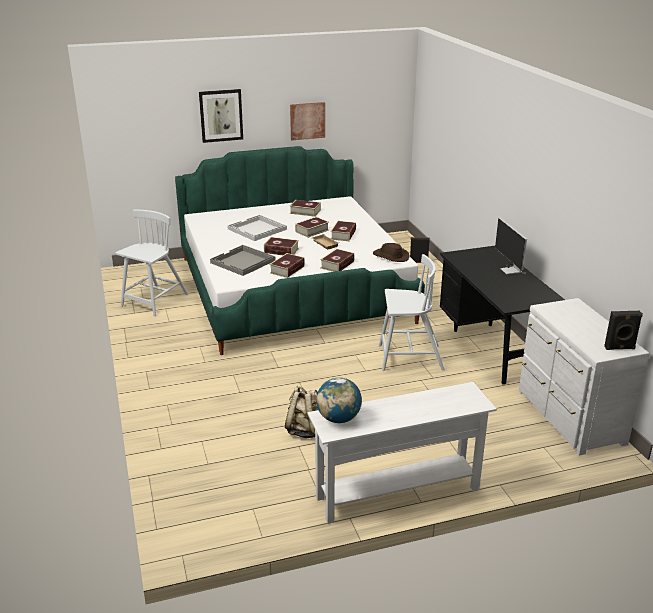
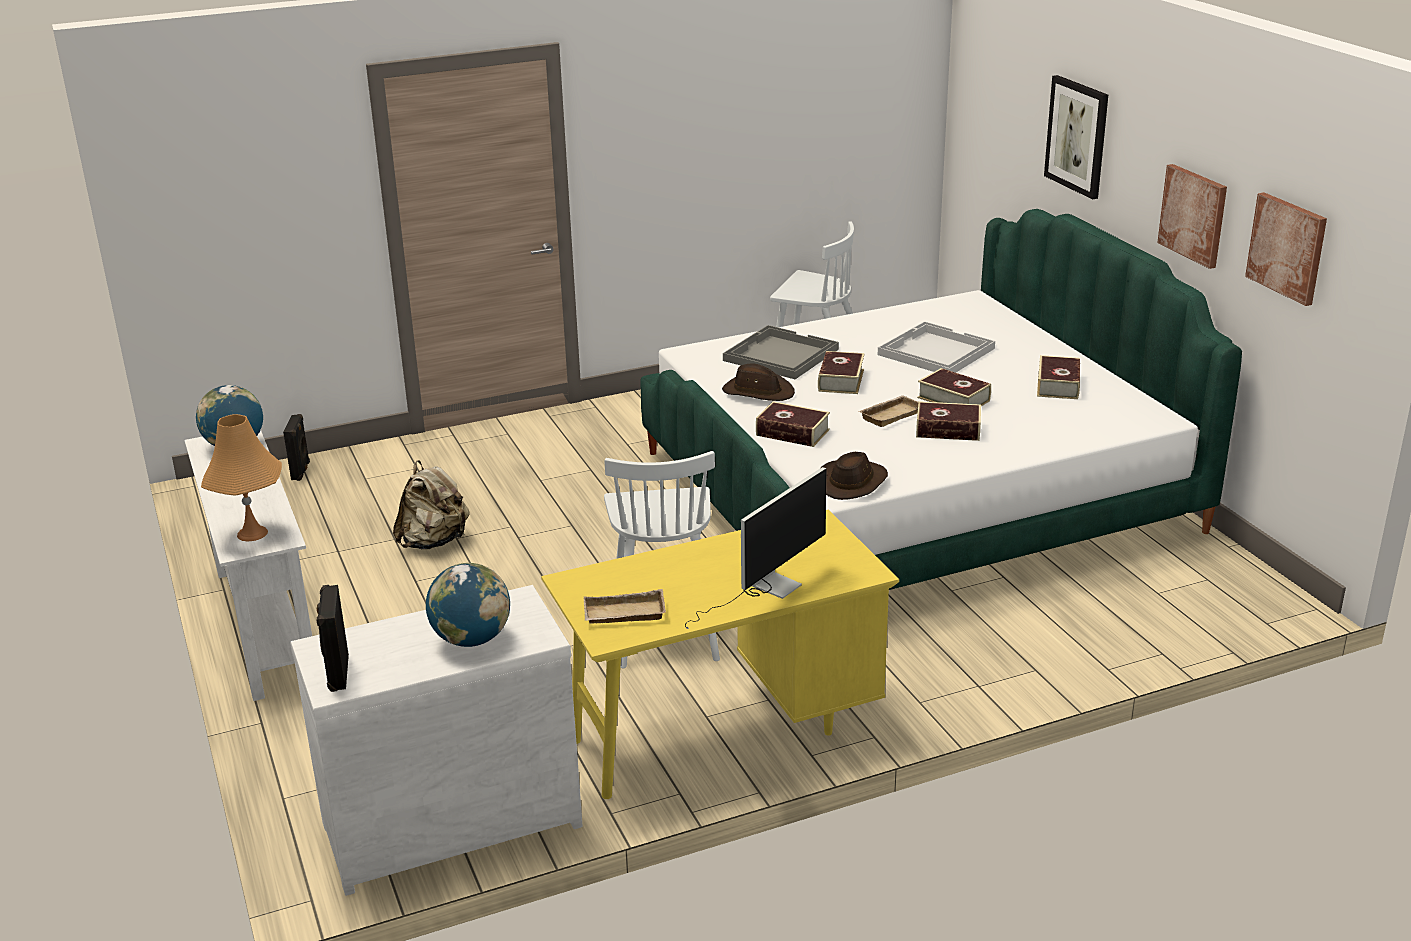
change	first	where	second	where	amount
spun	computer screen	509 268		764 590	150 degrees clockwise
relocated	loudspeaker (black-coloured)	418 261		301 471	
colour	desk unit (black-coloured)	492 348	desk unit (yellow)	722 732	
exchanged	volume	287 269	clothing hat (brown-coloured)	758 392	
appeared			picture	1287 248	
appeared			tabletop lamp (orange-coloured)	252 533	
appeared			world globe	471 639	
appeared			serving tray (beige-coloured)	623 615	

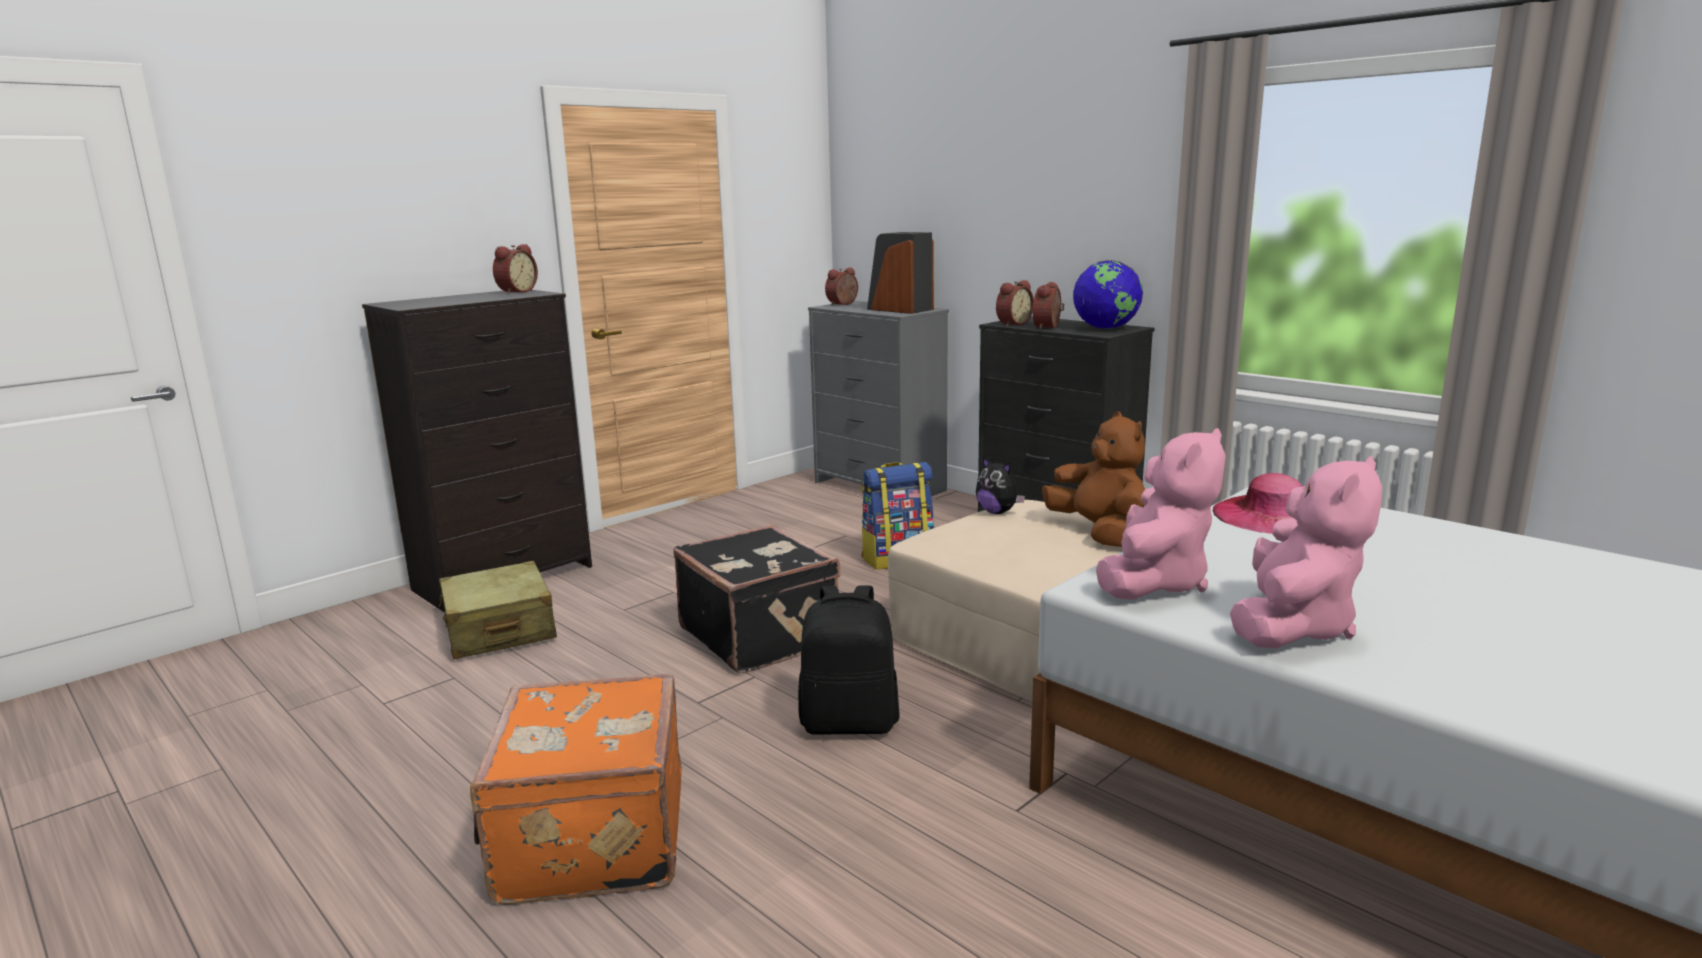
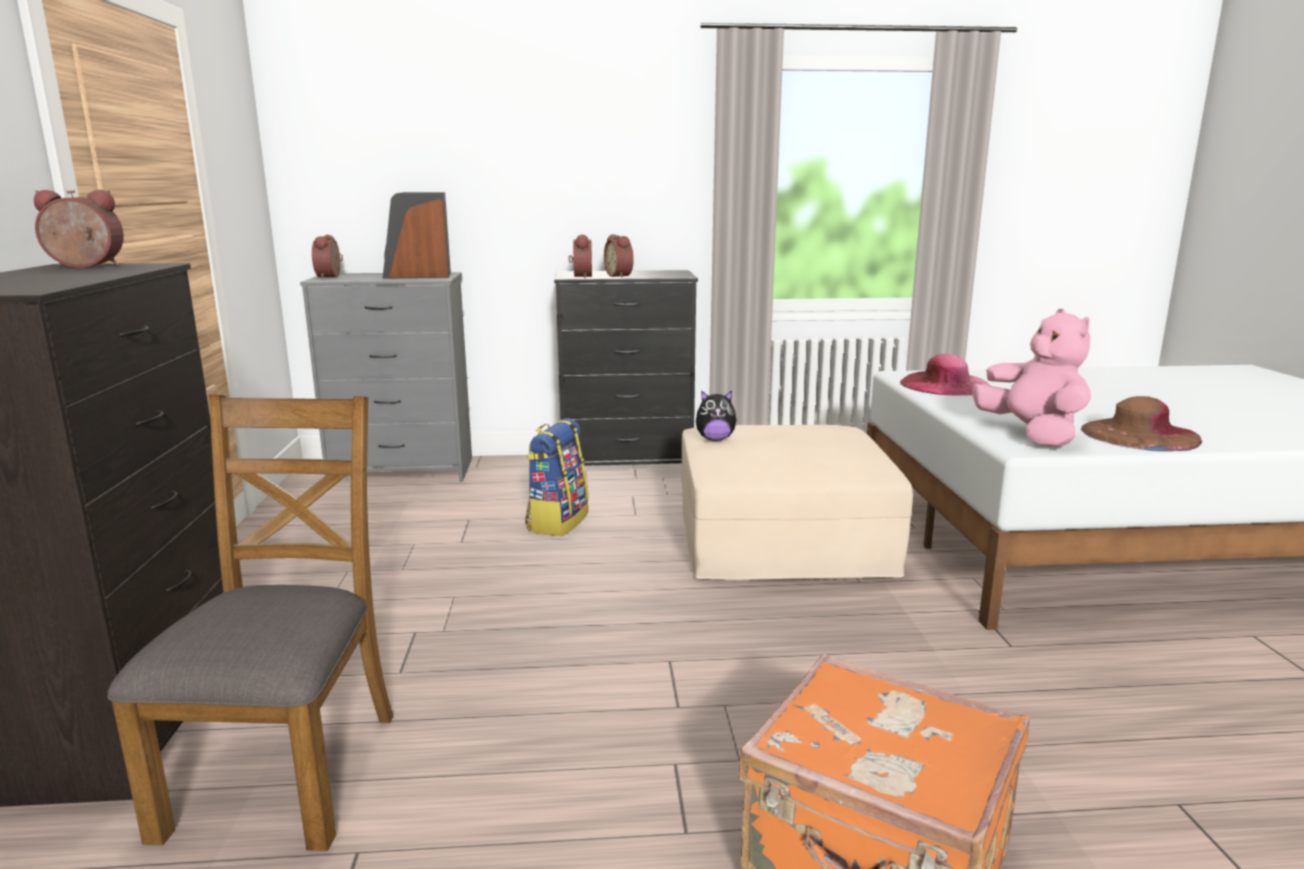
change	first	where	second	where	amount
spun	table clock	515 292		85 266	75 degrees counterclockwise
missing	world globe	1106 328			
missing	cuddly toy (brown-coloured)	1098 533			
exchanged	cuddly toy (pink)	1292 627	clothing hat (brown-coloured)	1139 435	
missing	travel case (black-coloured)	760 635			
exchanged	travel case (beige-coloured)	499 630	plain chair (brown-coloured)	286 771	
missing	rucksack (black-coloured)	849 722			

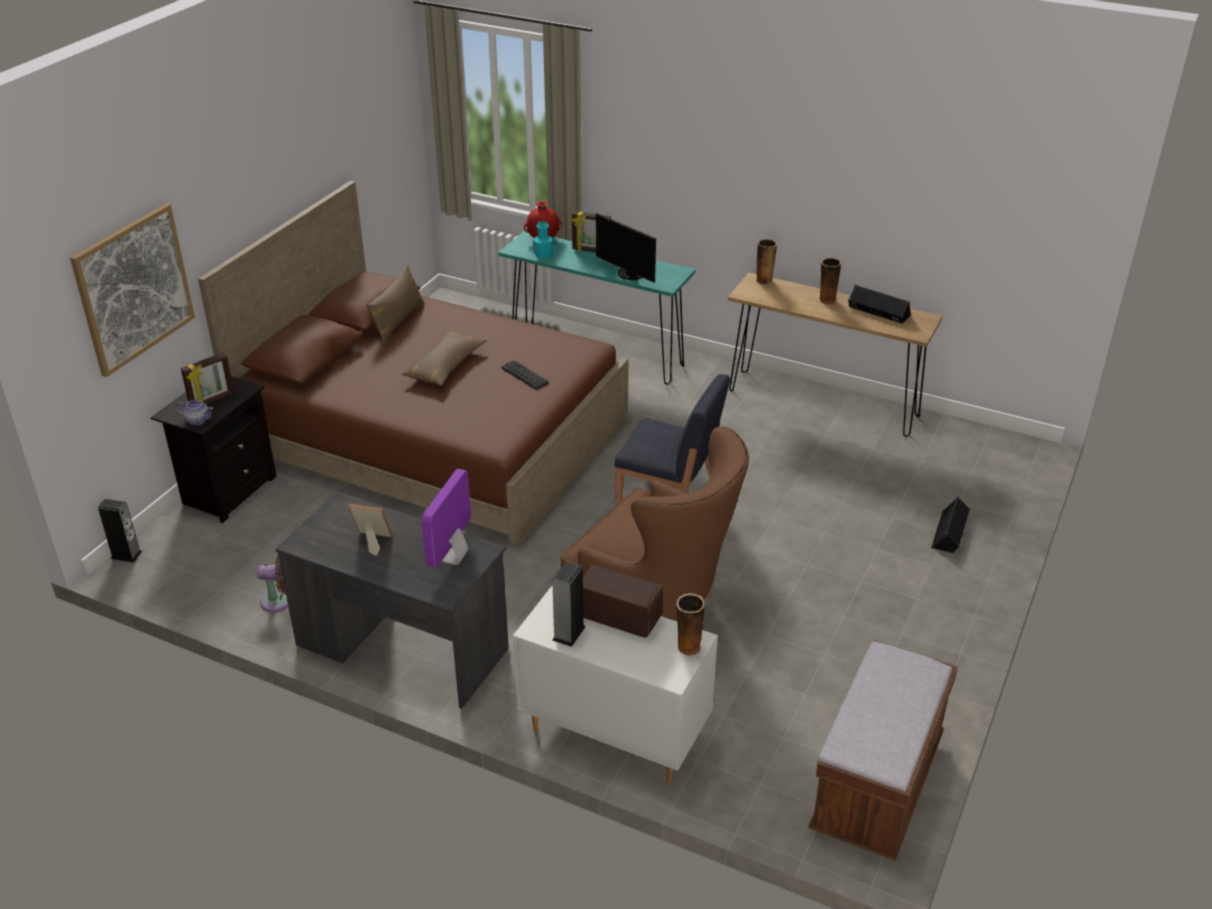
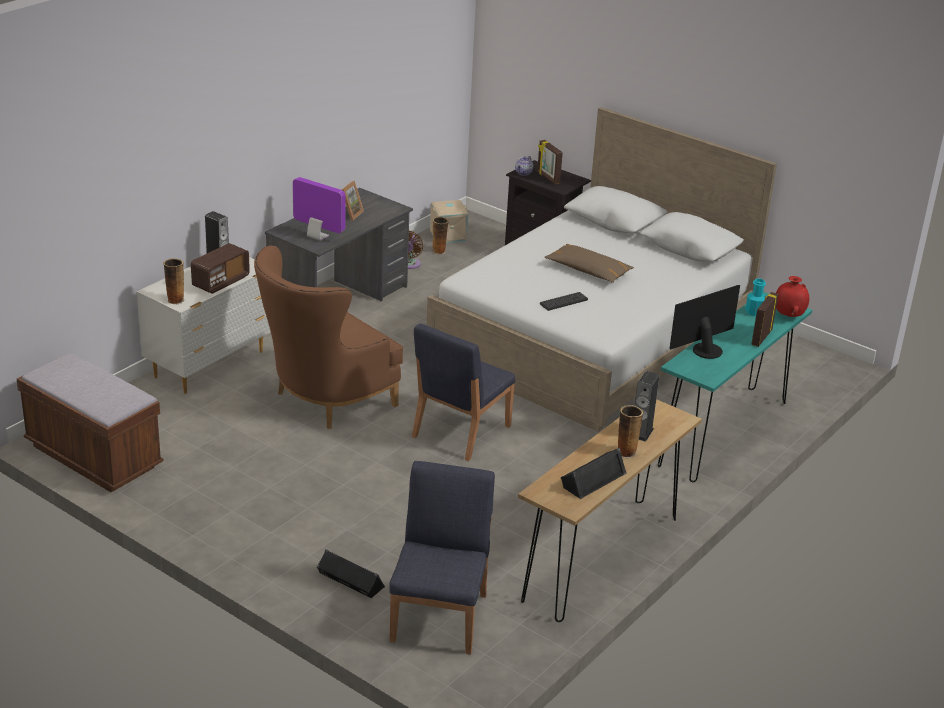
change	first	where	second	where	amount
colour	sleeping bed (brown-coloured)	435 436	sleeping bed (white-coloured)	594 336	
missing	picture	134 288			
relocated	vase	764 281		439 251	
missing	cushion (brown-coloured)	397 322			
relocated	loudspeaker	126 555		641 432	
appeared			storage box (beige-coloured)	448 235	
appeared			plain chair (blue)	440 616	

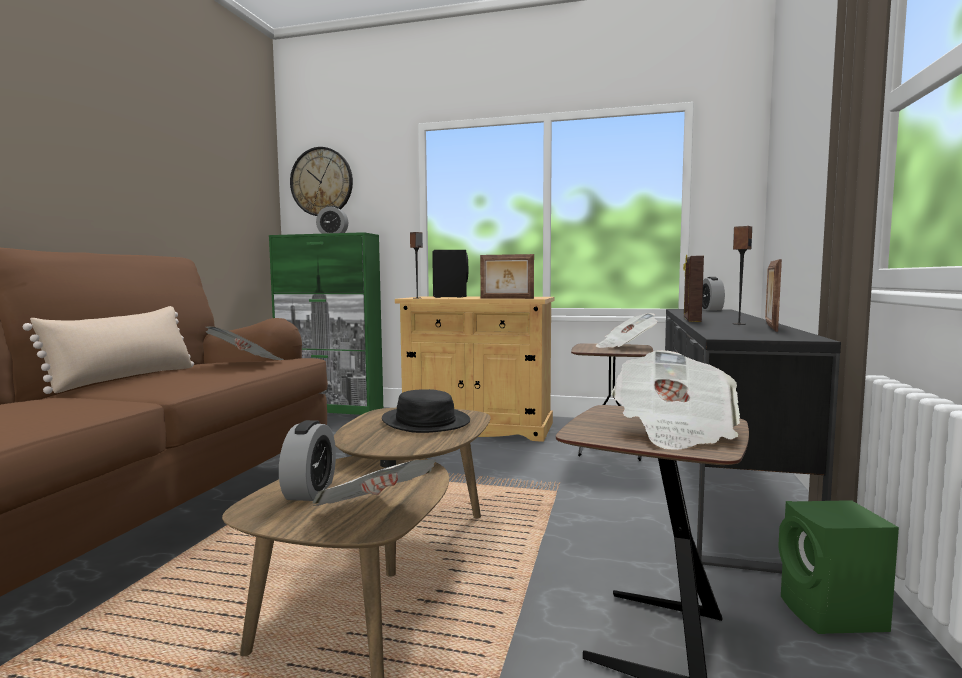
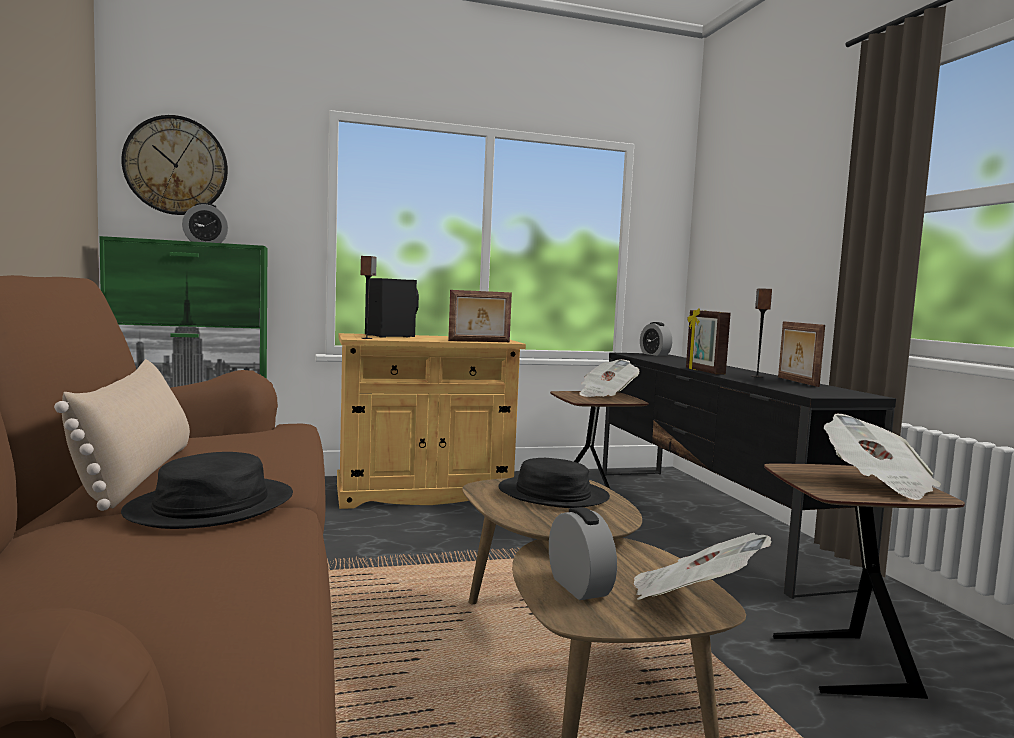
change	first	where	second	where	amount
missing	daily paper	246 363			
missing	loudspeaker (greenish)	833 616			
appeared			clothing hat (black-coloured)	211 505	

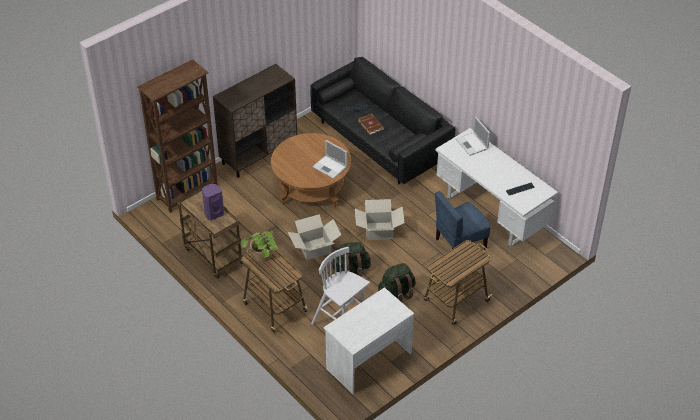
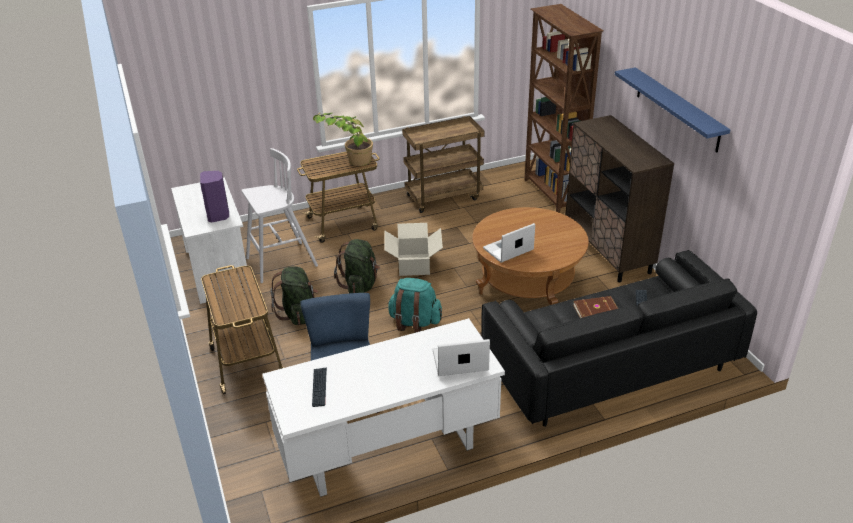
change	first	where	second	where	amount
relocated	loudspeaker (purple)	213 213		218 216	
exchanged	packing box	379 231	rucksack (turquoise-coloured)	414 322	
appeared			shelf (blue)	677 109	

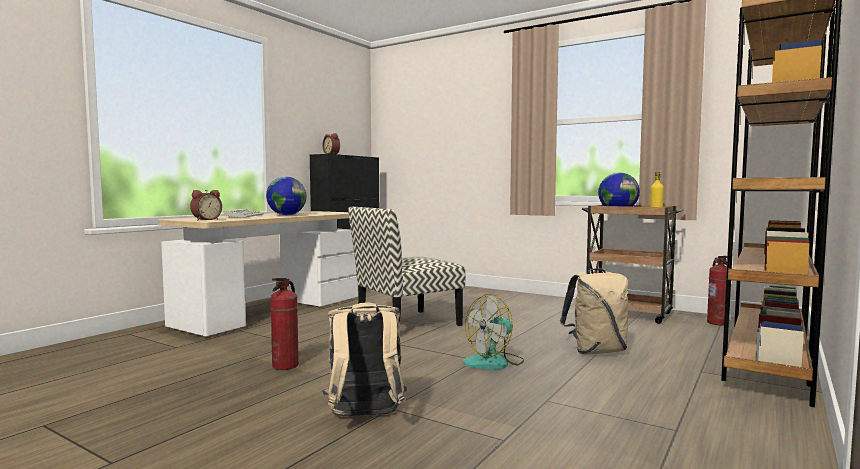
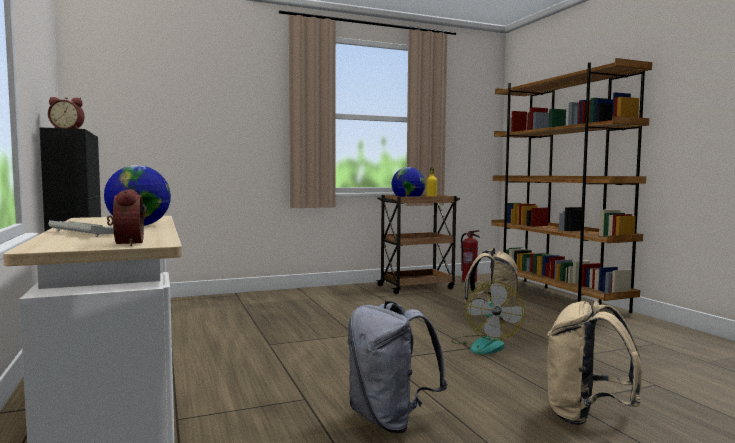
change	first	where	second	where	amount
missing	plain chair	406 324			
exchanged	fire extinguisher	285 366	rucksack (greyish)	390 420	

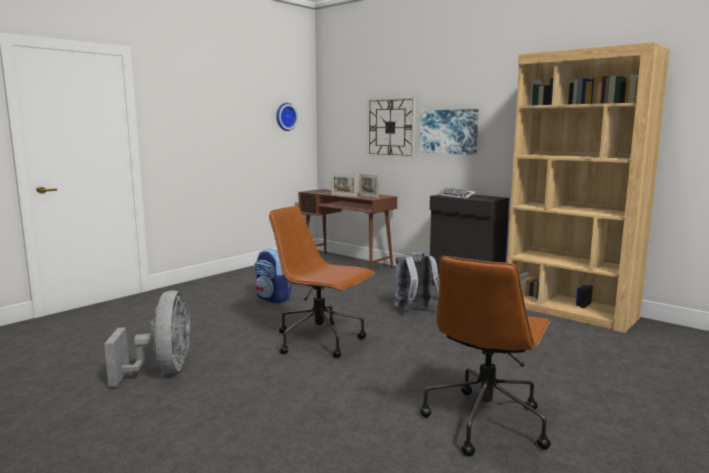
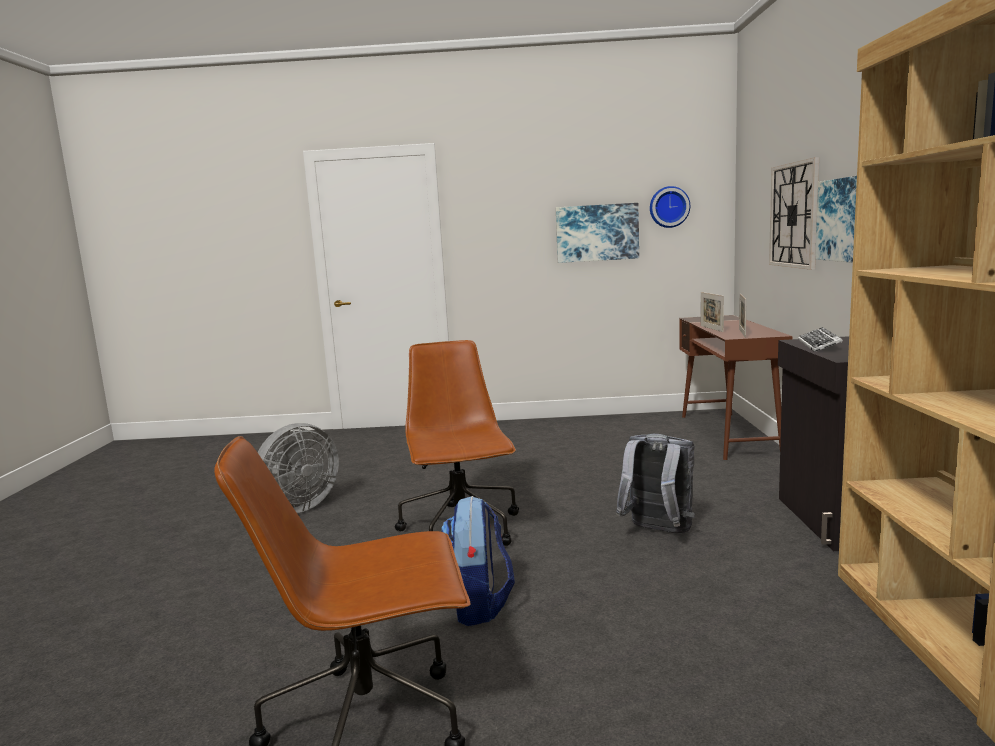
change	first	where	second	where	amount
relocated	rucksack	273 299		478 605	
appeared			picture	597 233	

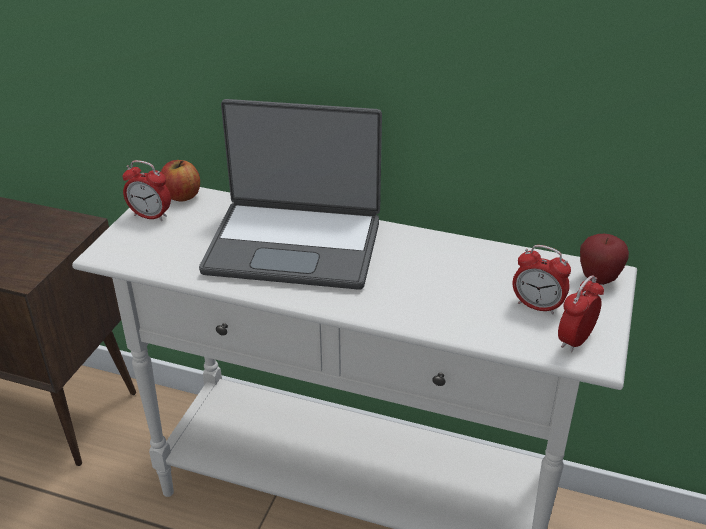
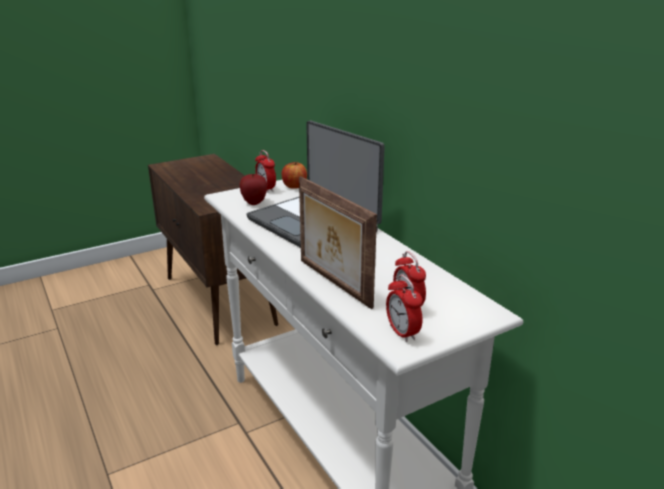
change	first	where	second	where	amount
relocated	whole apple	598 279		254 203	
spun	table clock	575 340		402 333	105 degrees counterclockwise
appeared			picture frame	332 283	

